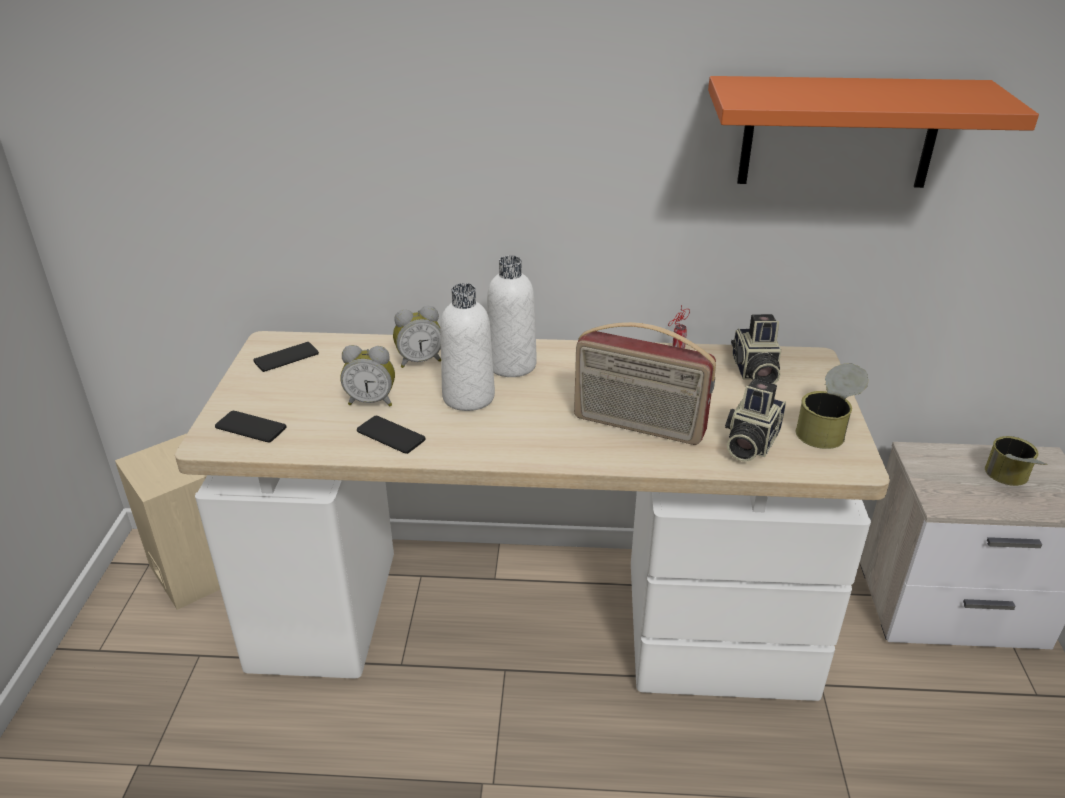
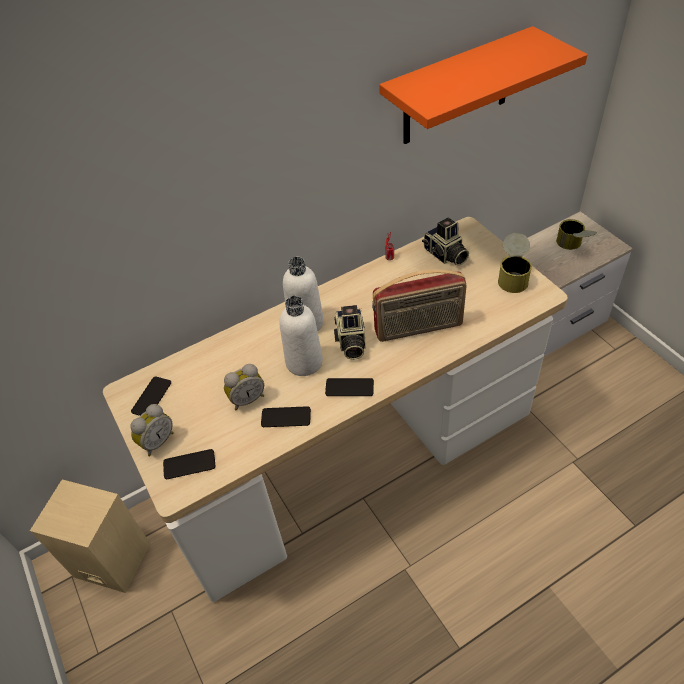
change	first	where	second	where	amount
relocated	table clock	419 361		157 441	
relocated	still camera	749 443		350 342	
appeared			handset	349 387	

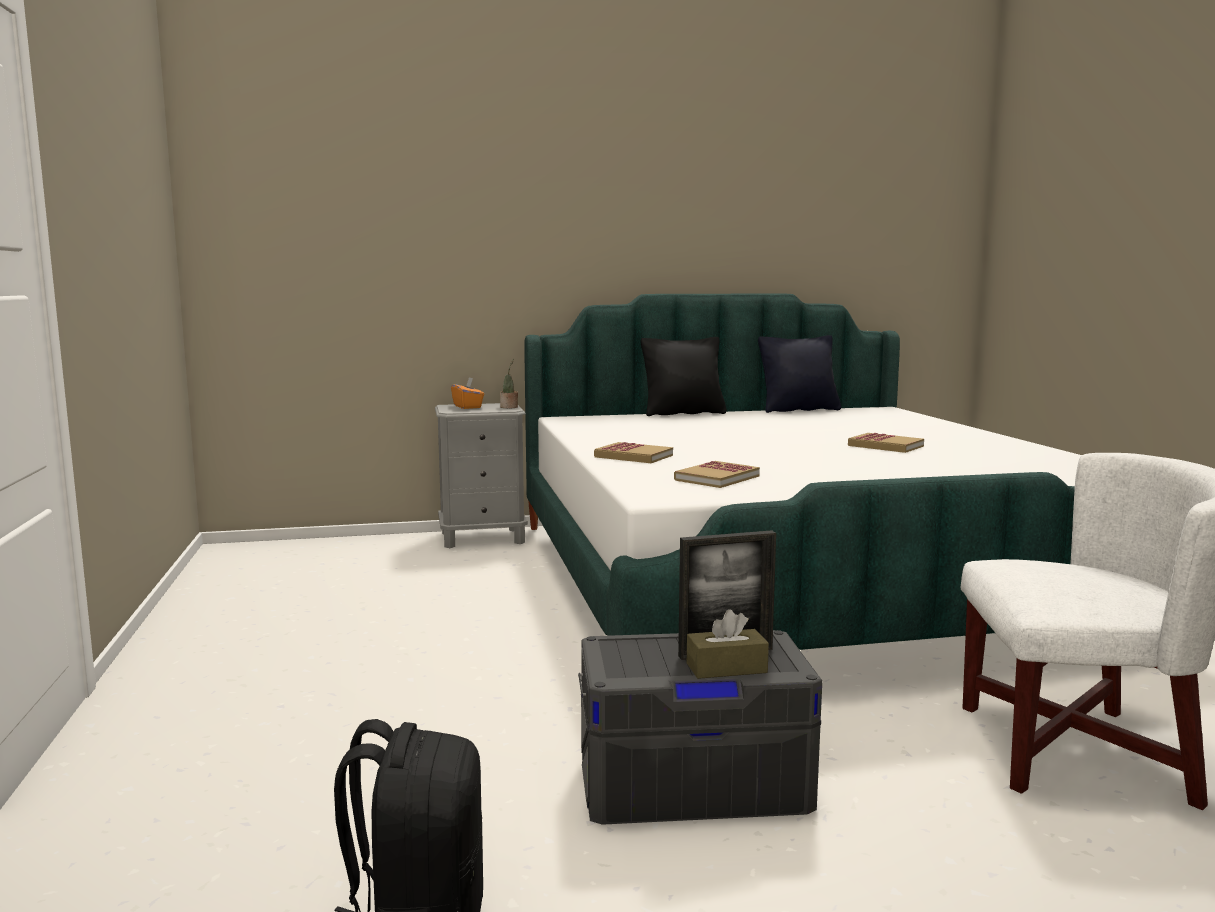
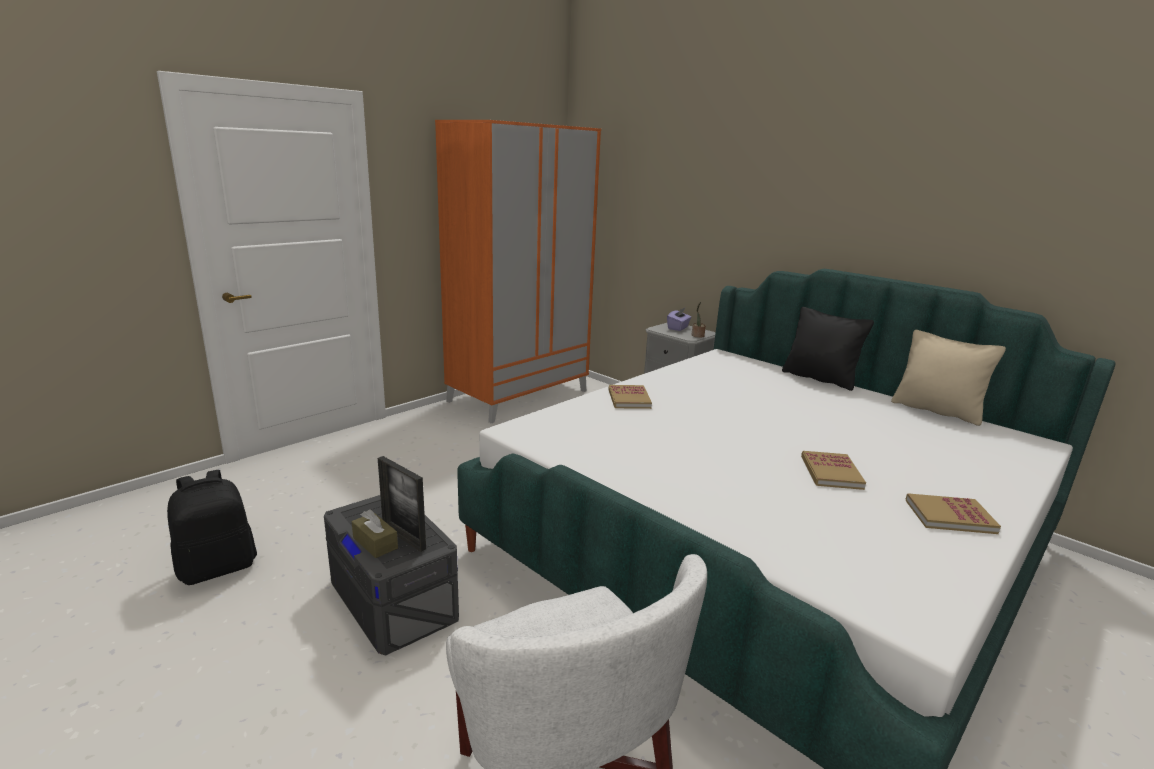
change	first	where	second	where	amount
colour	cushion (black-coloured)	798 410	cushion (beige-coloured)	936 411	
colour	tissue holder (orange-coloured)	468 407	tissue holder (purple)	678 328	
relocated	volume	717 478		949 516	
appeared			armoire (orange-coloured)	519 395	

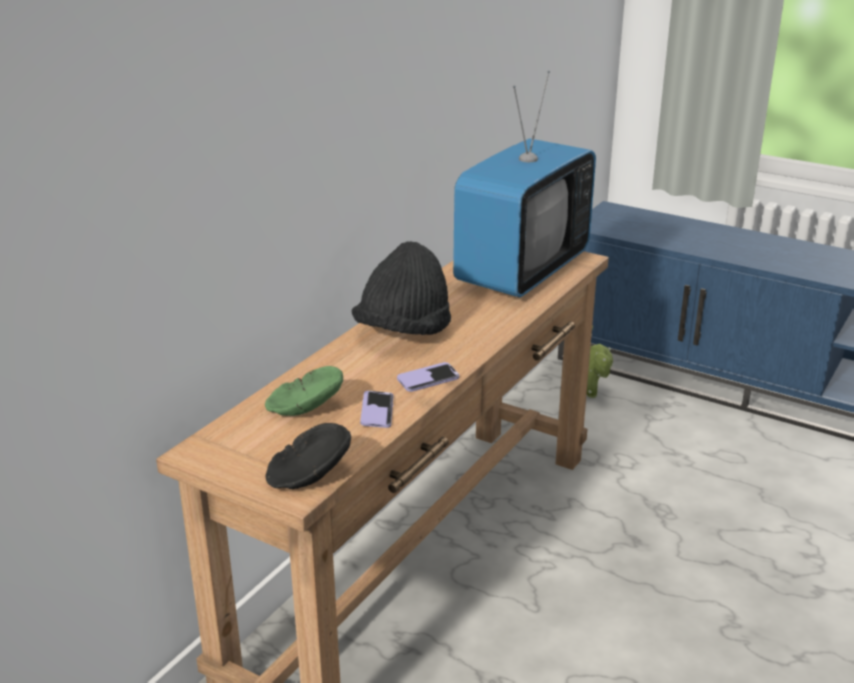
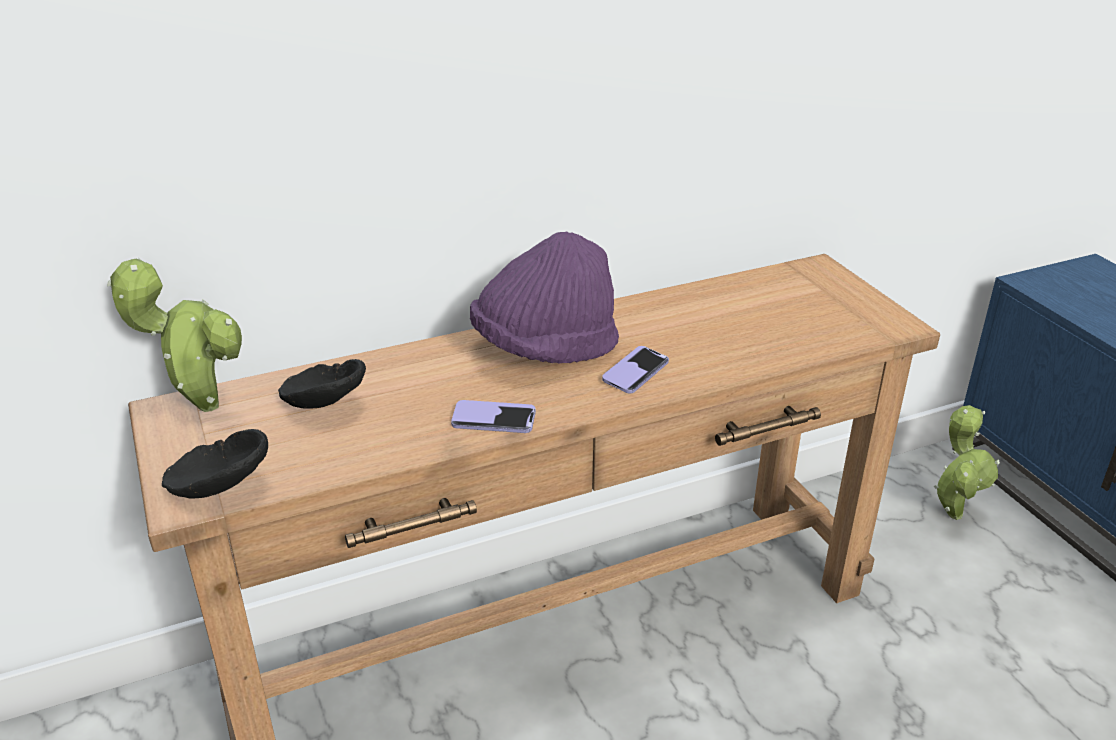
change	first	where	second	where	amount
missing	TV	522 271			
colour	clothing hat (black-coloured)	404 332	clothing hat (purple)	545 349	
colour	deep dish (greenish)	304 408	deep dish (black-coloured)	323 402	
relocated	handset	377 411		635 372	
appeared			potted plant	201 405	

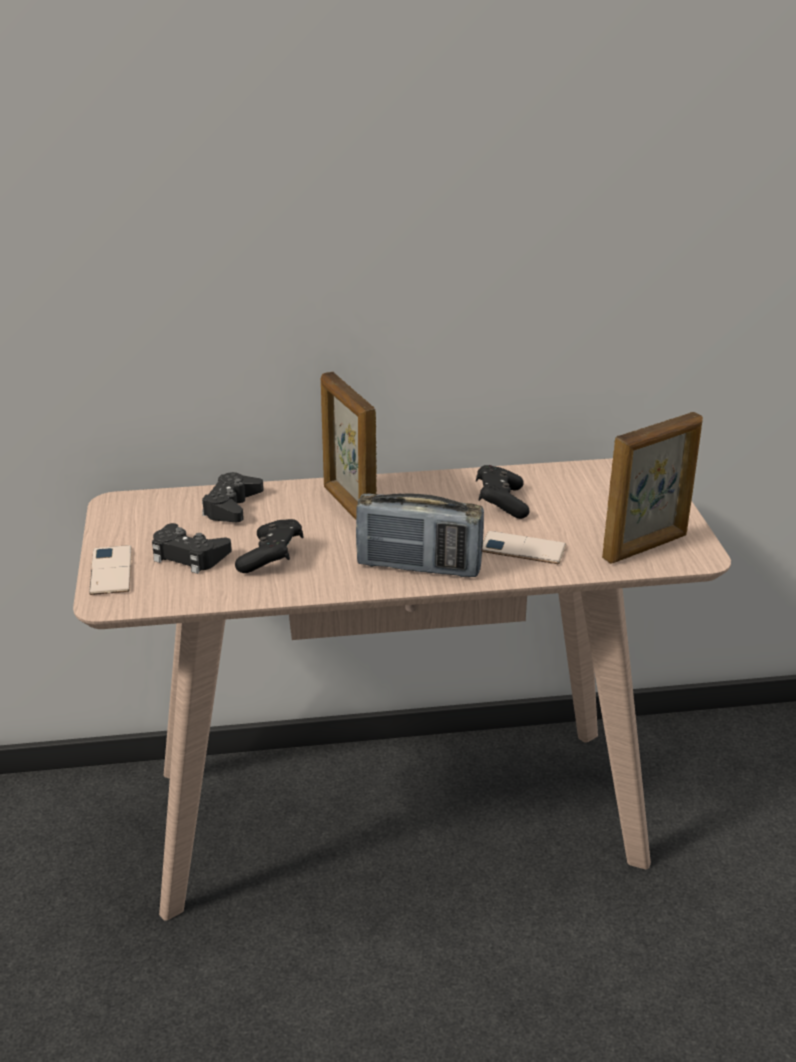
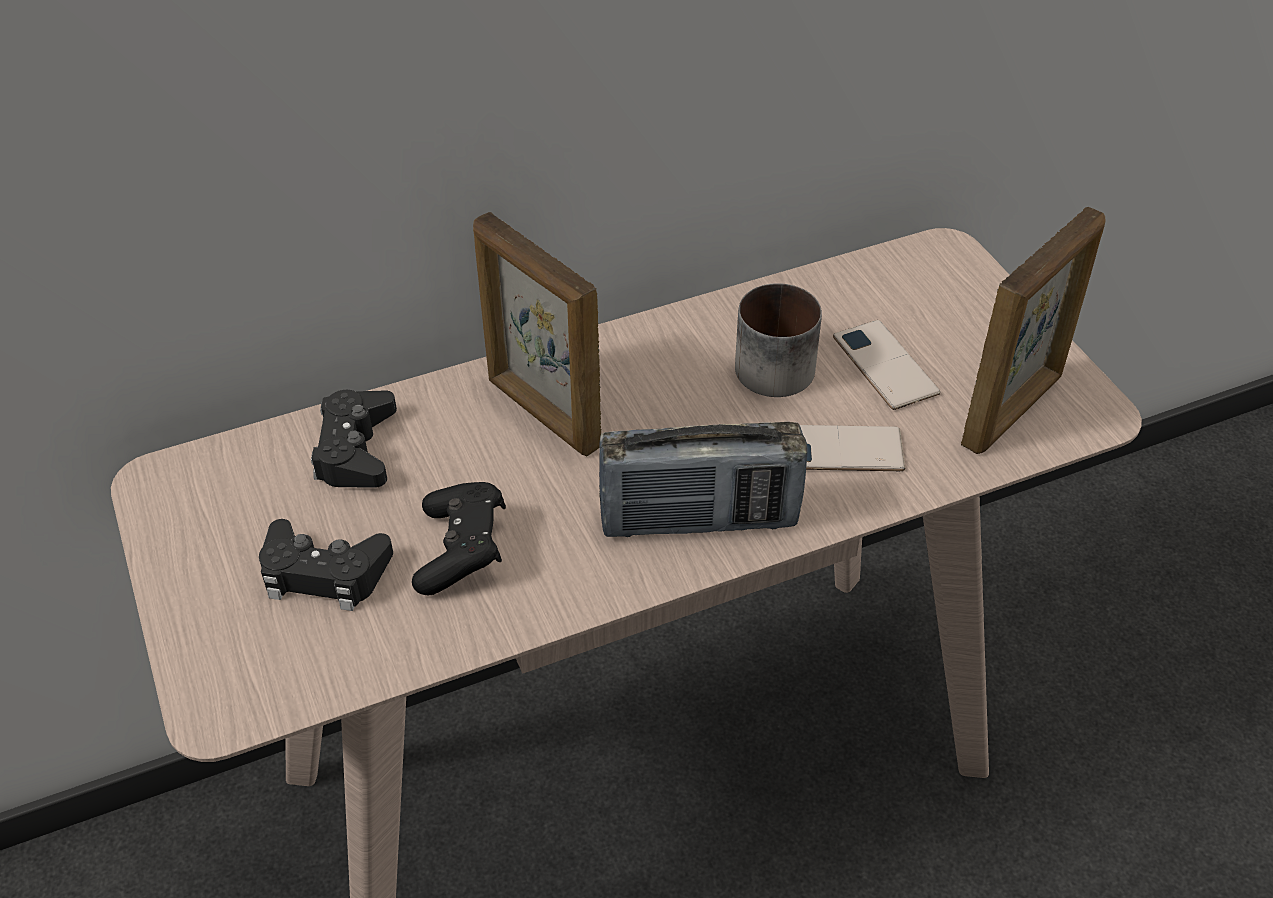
change	first	where	second	where	amount
exchanged	gamepad (black-coloured)	501 503	coffee mug	770 362	
relocated	handset	111 571		885 365	

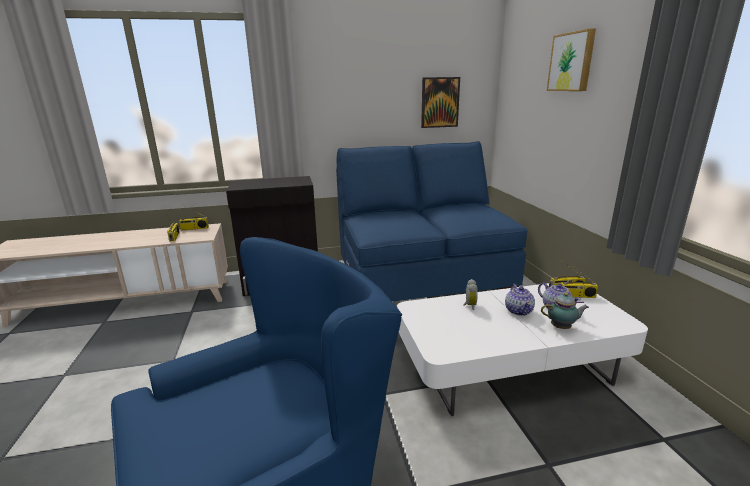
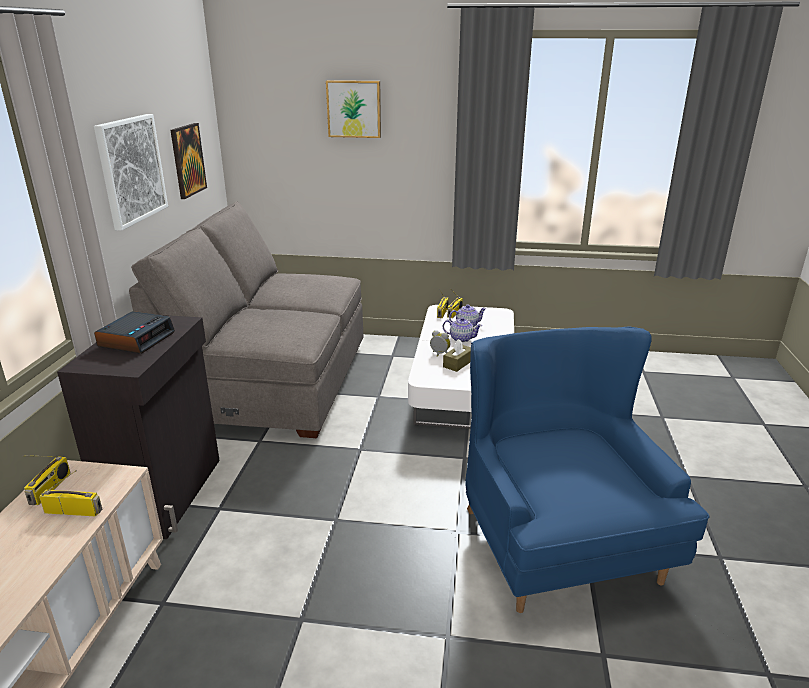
change	first	where	second	where	amount
colour	sofa (blue)	423 276	sofa (greyish)	273 382	
missing	pot for tea	562 327			
appeared			picture	131 170	
appeared			table clock	137 339	
appeared			tissue holder (brown-coloured)	458 363	

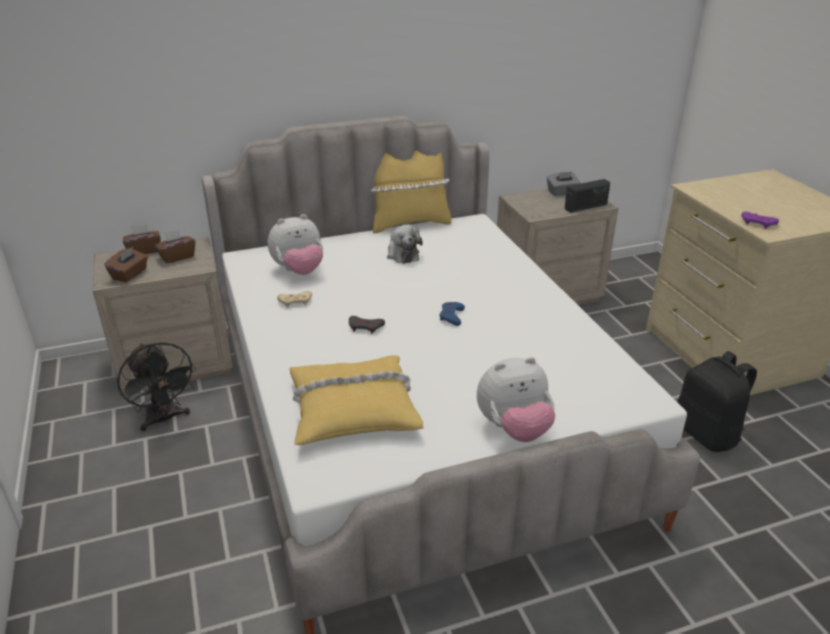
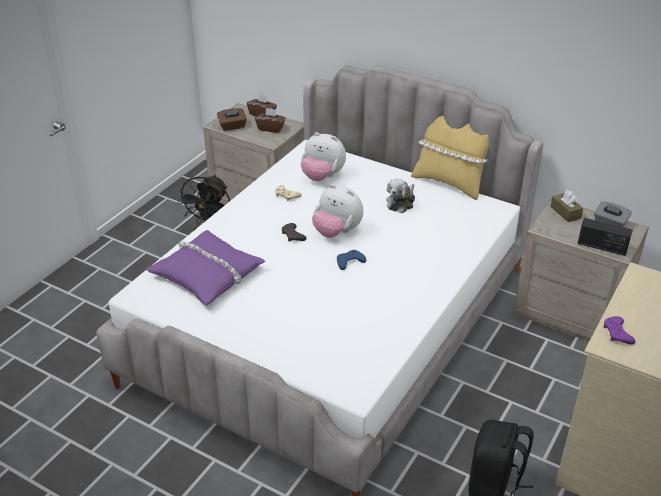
change	first	where	second	where	amount
colour	cushion (yellow)	353 409	cushion (purple)	207 274	
relocated	cuddly toy	514 429		337 232	
appeared			tissue holder (brown-coloured)	565 212	

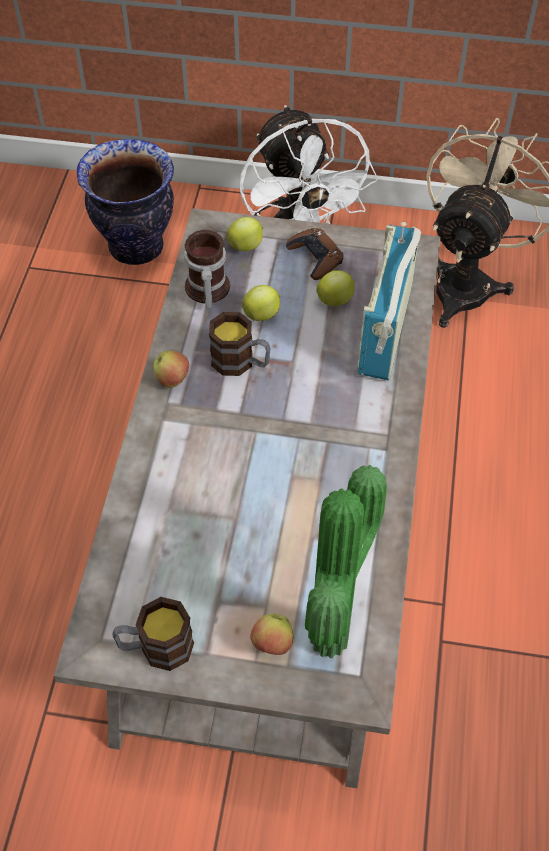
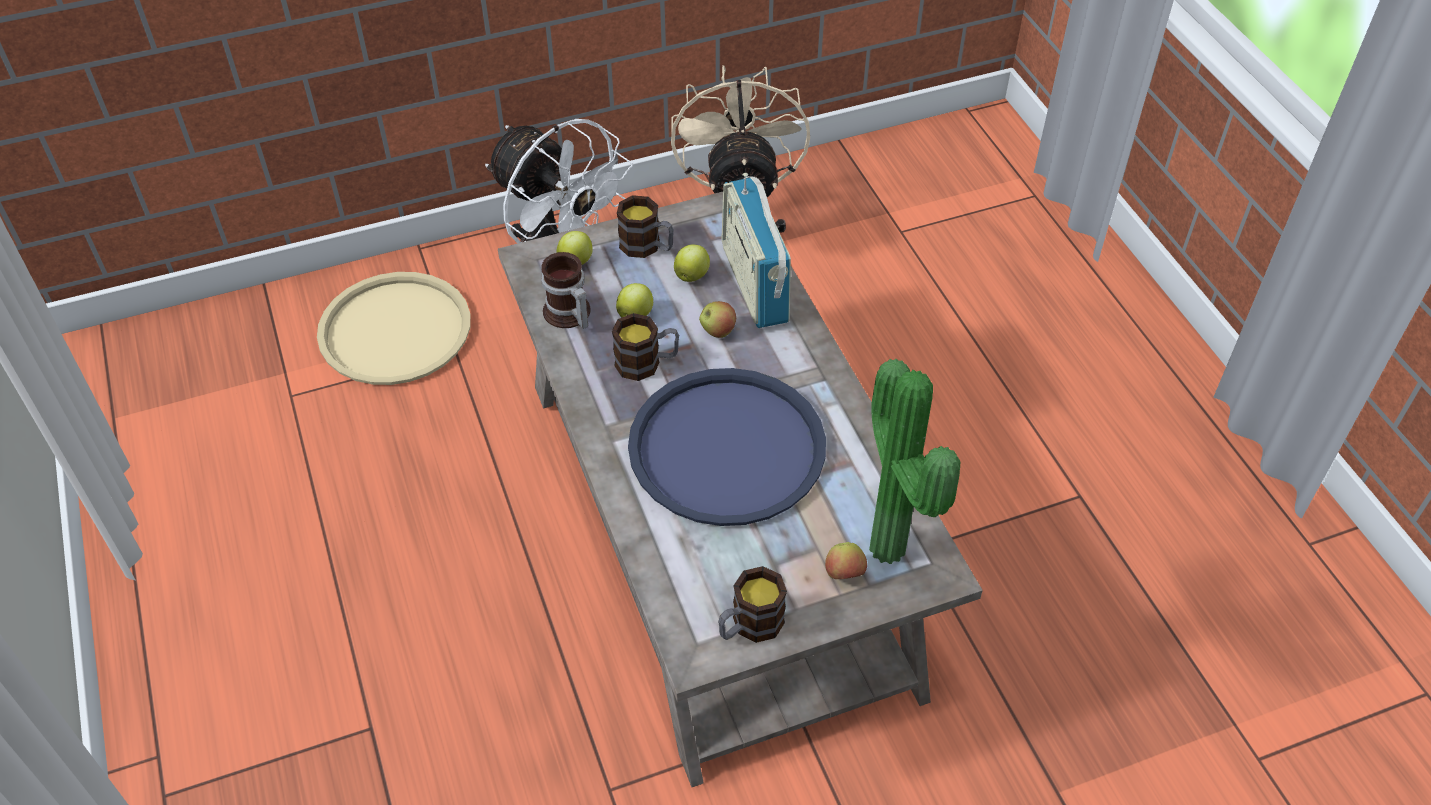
change	first	where	second	where	amount
exchanged	vase	137 247	serving tray (beige-coloured)	395 330	
exchanged	gamepad (brown-coloured)	315 258	coffee mug	647 247	
relocated	whole apple	172 380		717 331	
appeared			serving tray (blue)	727 448	

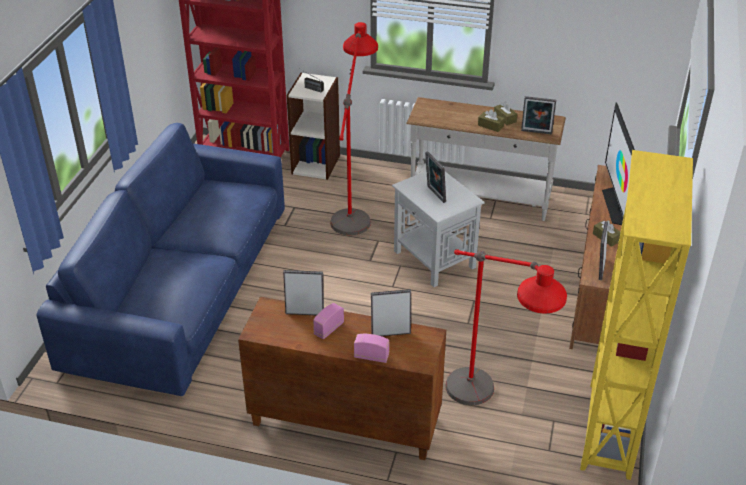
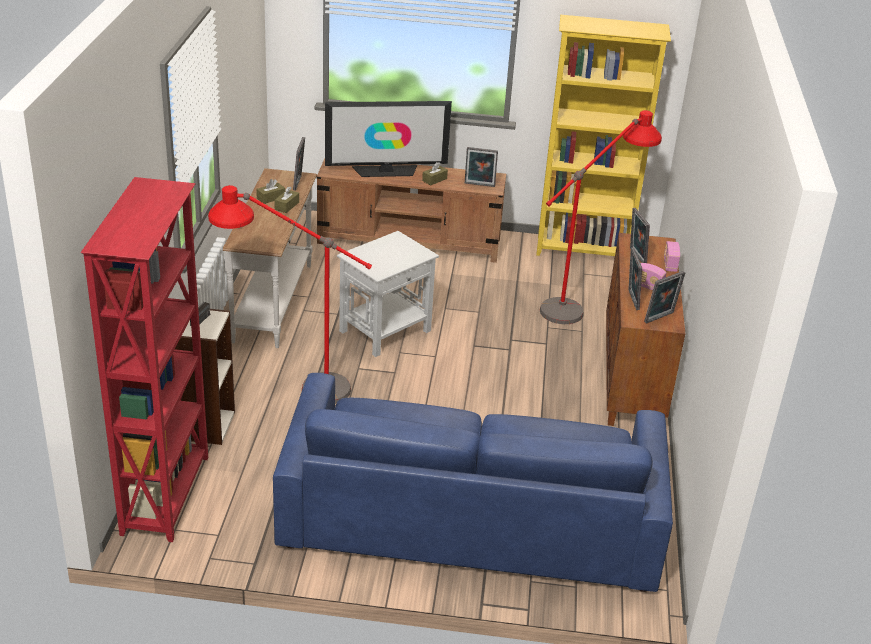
change	first	where	second	where	amount
relocated	picture frame	434 194		660 318	

